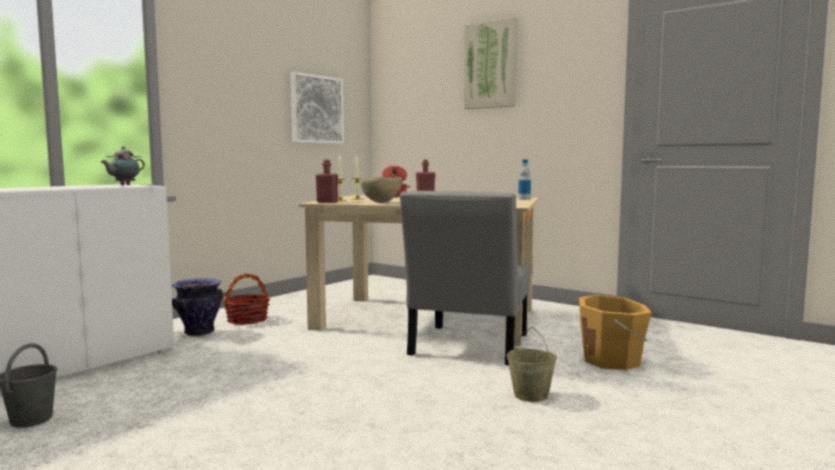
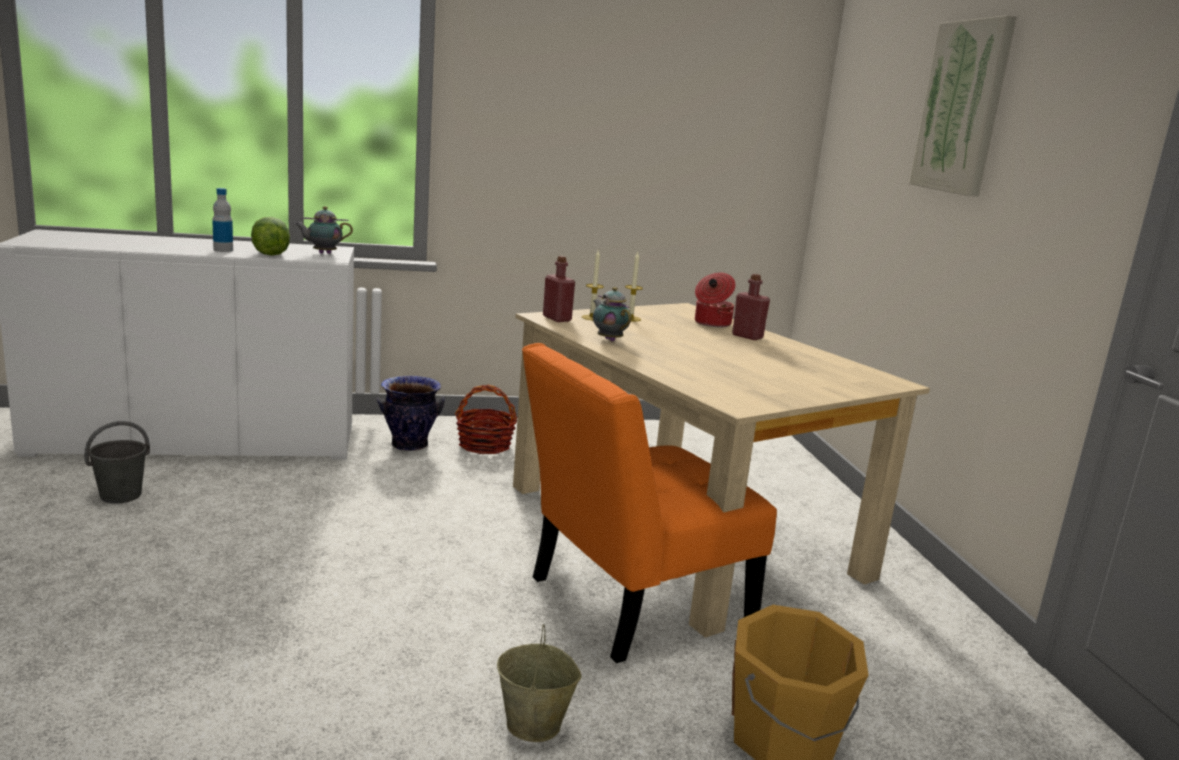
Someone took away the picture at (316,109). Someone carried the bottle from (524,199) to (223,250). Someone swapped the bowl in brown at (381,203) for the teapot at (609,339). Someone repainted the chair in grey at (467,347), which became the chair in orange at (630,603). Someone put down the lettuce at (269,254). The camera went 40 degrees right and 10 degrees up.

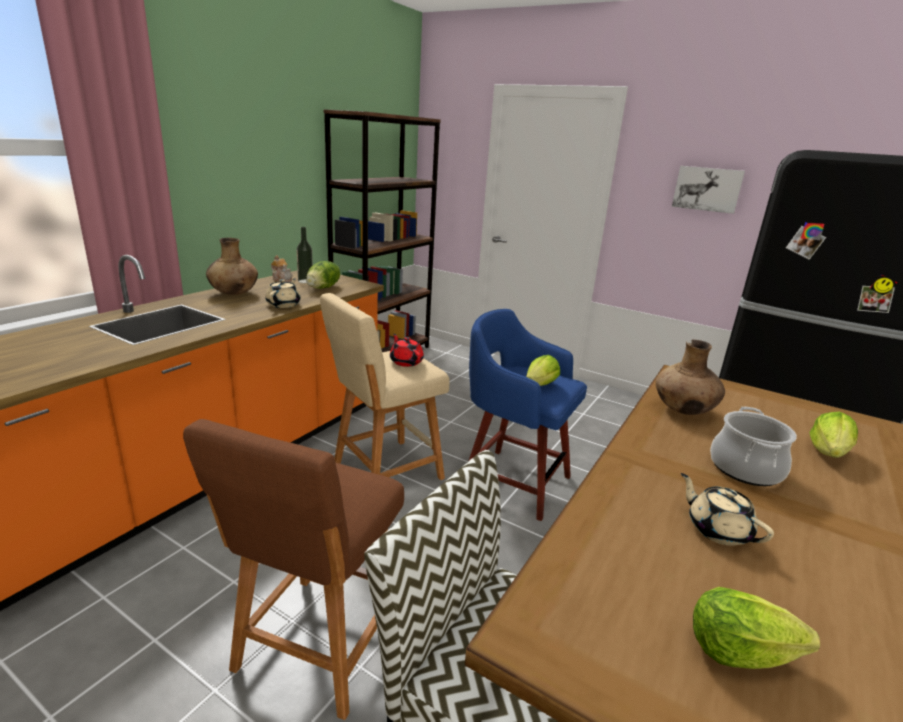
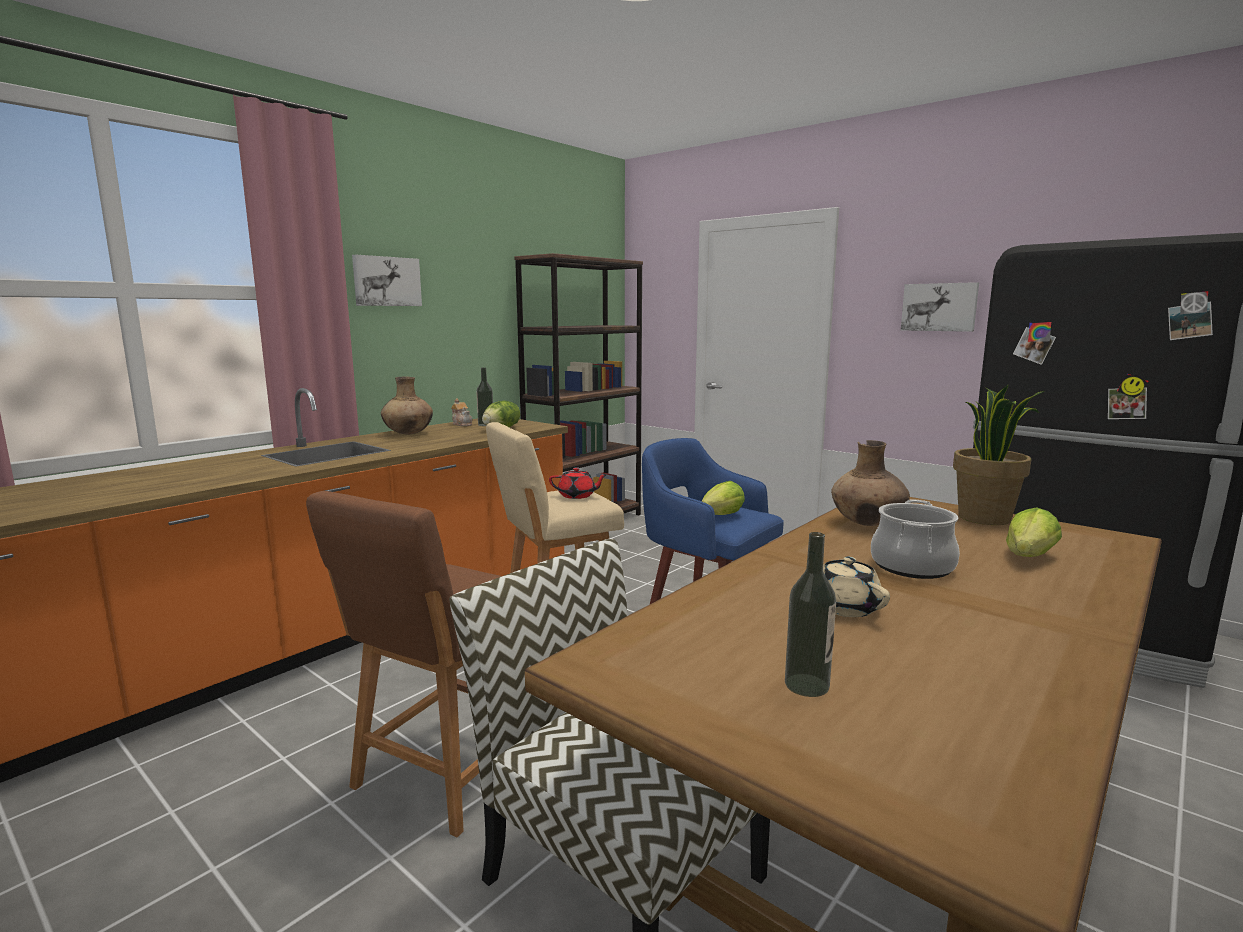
Someone took away the teapot in beige at (284,304). Someone rotated the teapot in red at (406,361) by 120 degrees clockwise. Someone swapped the lettuce at (737,652) for the bottle at (806,685). Someone put up the picture at (386,281). Someone put down the potted plant at (985,518). The camera went 10 degrees right and 10 degrees down.

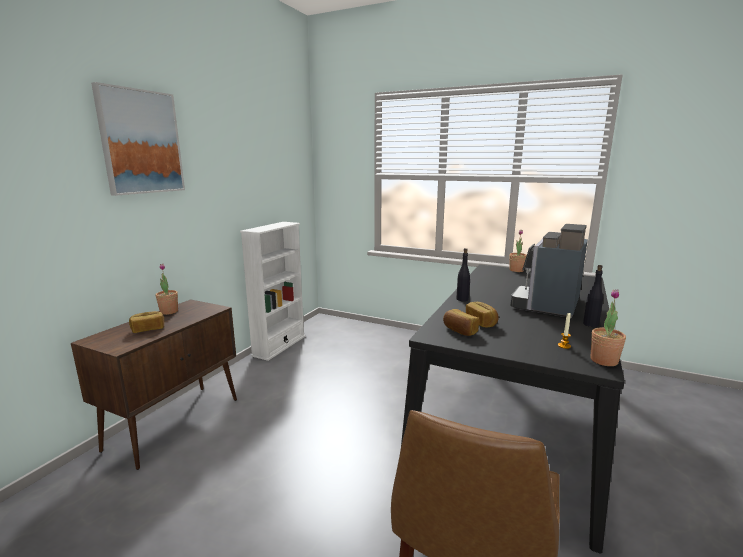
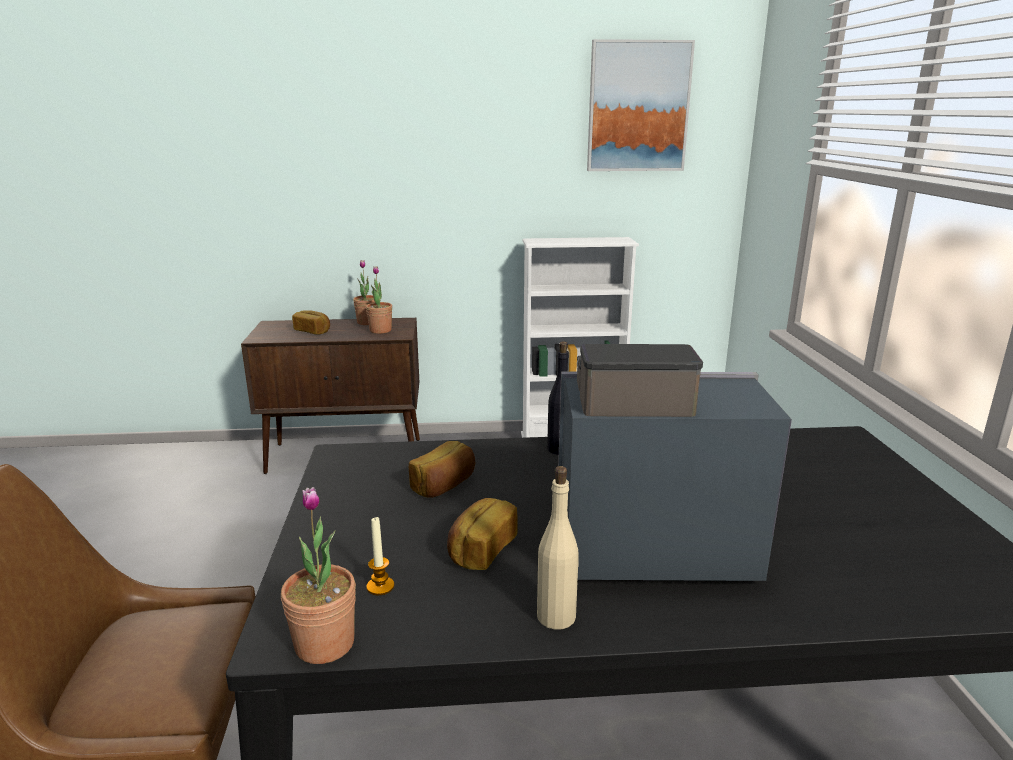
Someone carried the picture from (141,142) to (638,107). Someone carried the potted plant from (516,270) to (380,330). Someone repainted the bottle in black at (590,324), which became the bottle in beige at (556,616). Someone carried the bread from (459,331) to (481,550). The camera went 60 degrees right and 5 degrees up.

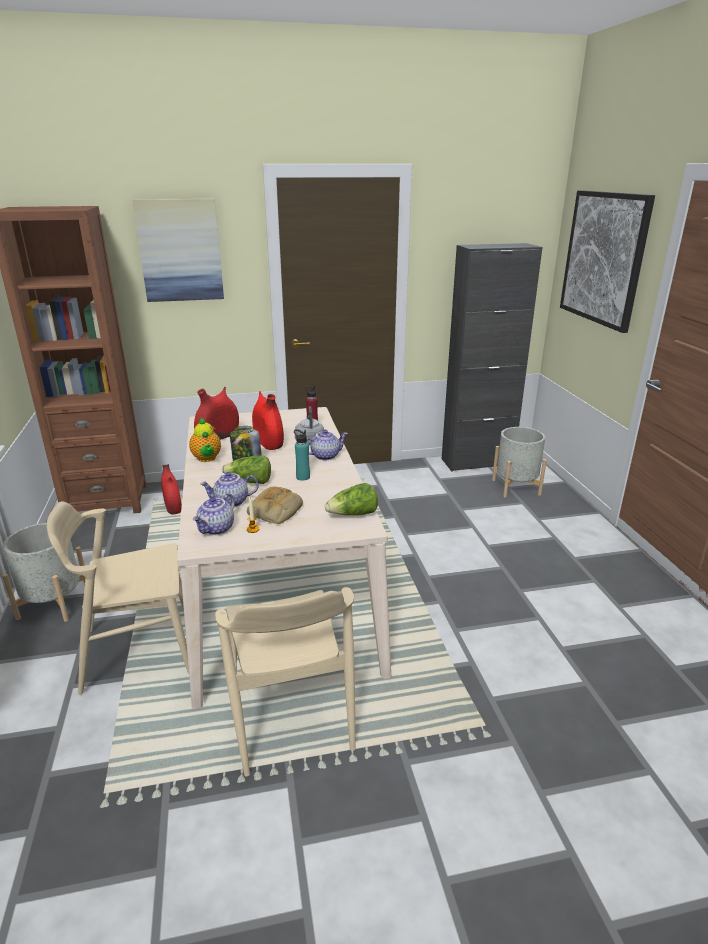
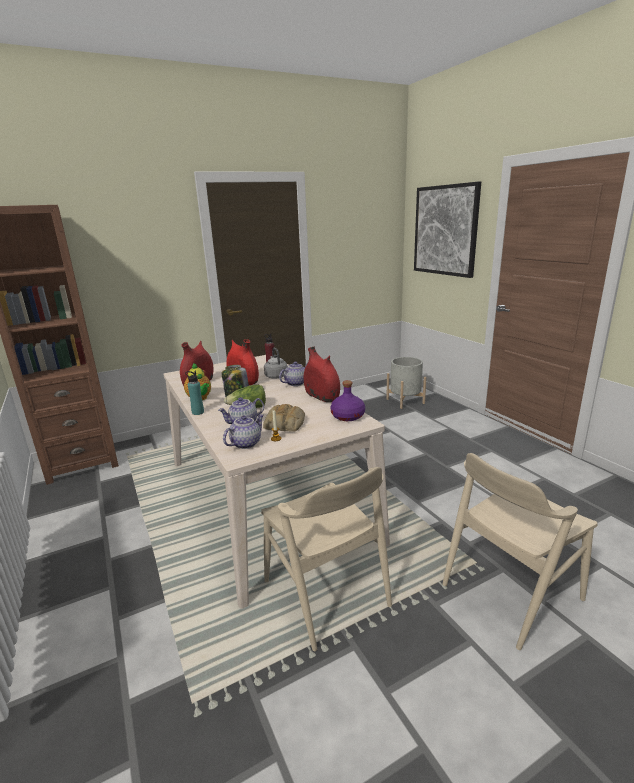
Someone took away the picture at (180,250). Someone took away the cabinet in black at (477,462). Someone carried the bottle in turquoise from (303,477) to (198,412). Someone carried the vase in red from (173,507) to (321,397). Someone swapped the lettuce at (353,515) for the bottle in purple at (348,416). Someone rotated the teapot at (217,529) by 150 degrees counterclockwise. Someone carried the chair in beige from (137,650) to (510,592). Someone took away the planter in grey at (54,603). The camera went 15 degrees left and 5 degrees down.

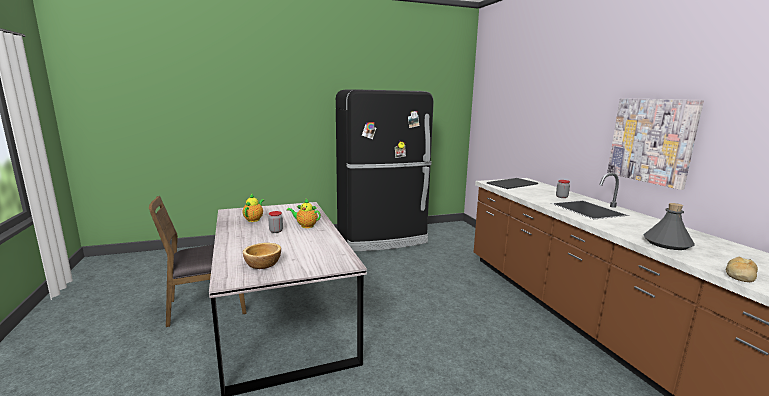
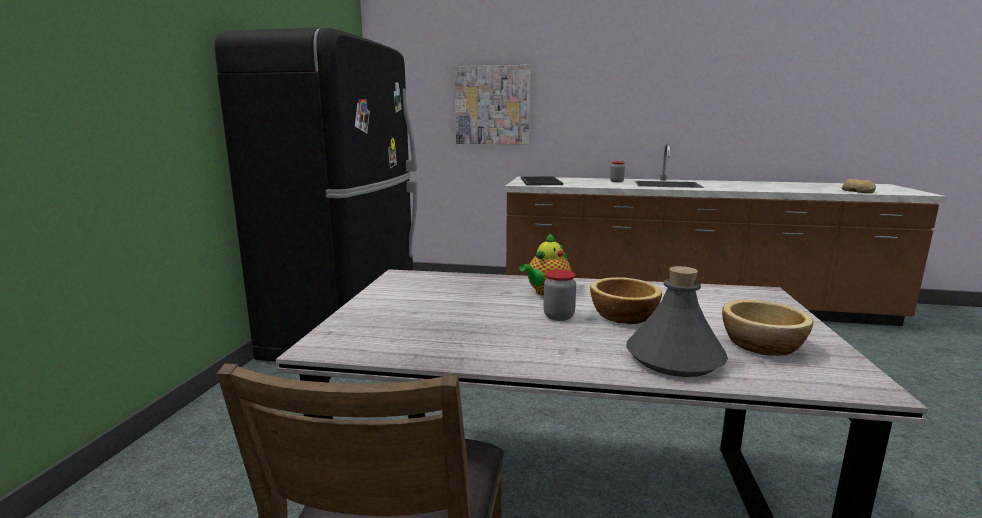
Someone carried the picture from (651,140) to (492,105). Someone took away the teapot at (254,219). Someone carried the bottle in grey from (667,243) to (674,359). Someone put down the bowl at (622,316). The camera went 60 degrees left and 0 degrees up.

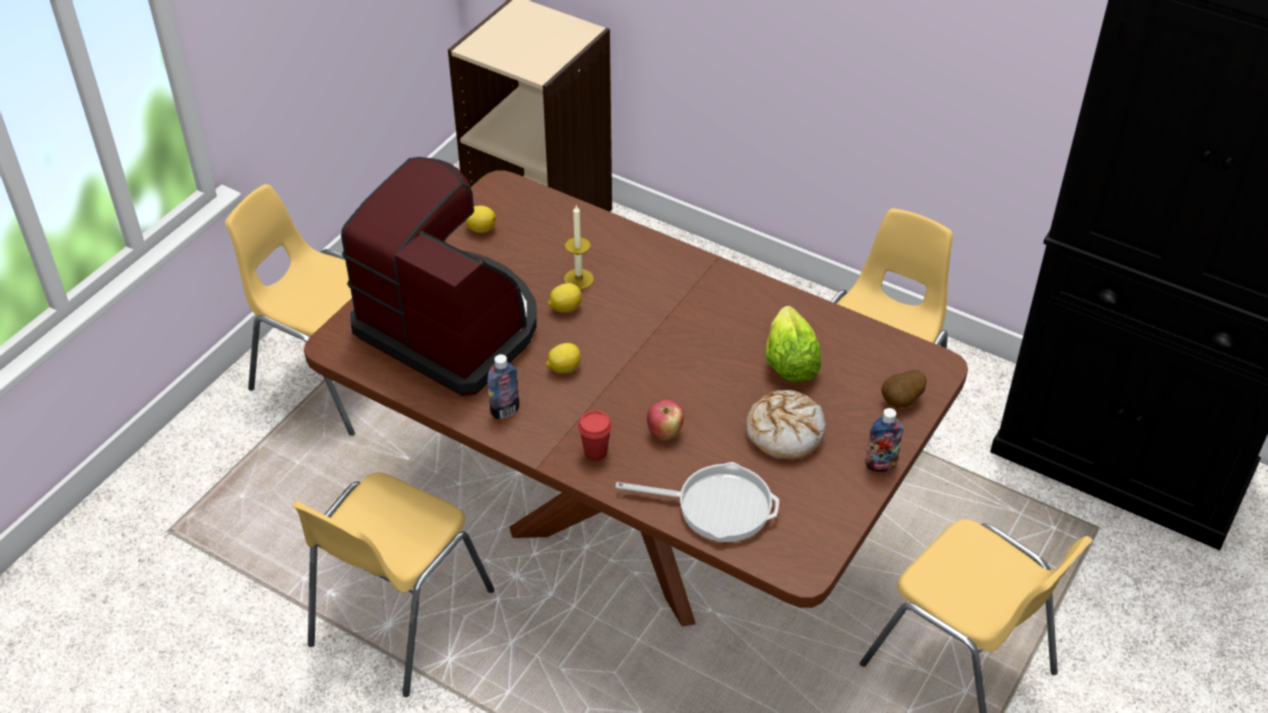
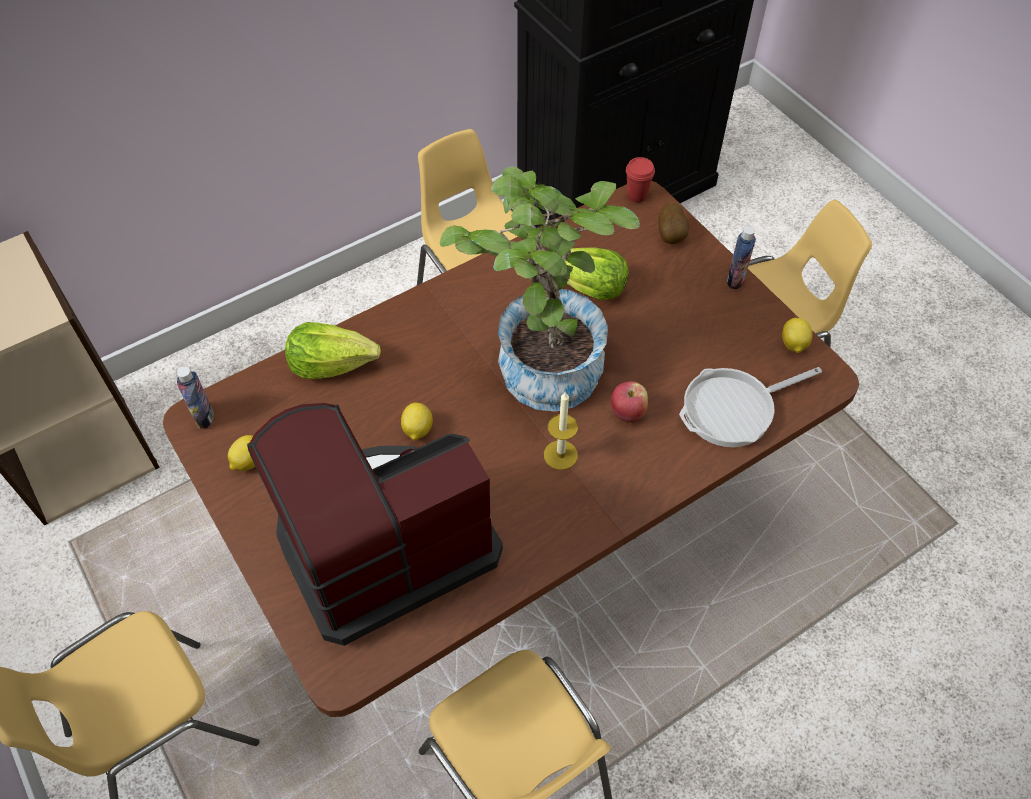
Someone carried the candle from (578,279) to (560,455). Someone carried the lemon from (563,368) to (793,344). Someone carried the bottle from (505,411) to (204,417). Someone took away the bread at (784,432). Someone carried the cup in red from (595,452) to (636,195). Someone rotated the frying pan at (717,506) by 150 degrees counterclockwise. Someone put down the potted plant at (540,360). Someone put down the lettuce at (332,364). The camera went 65 degrees left and 10 degrees up.

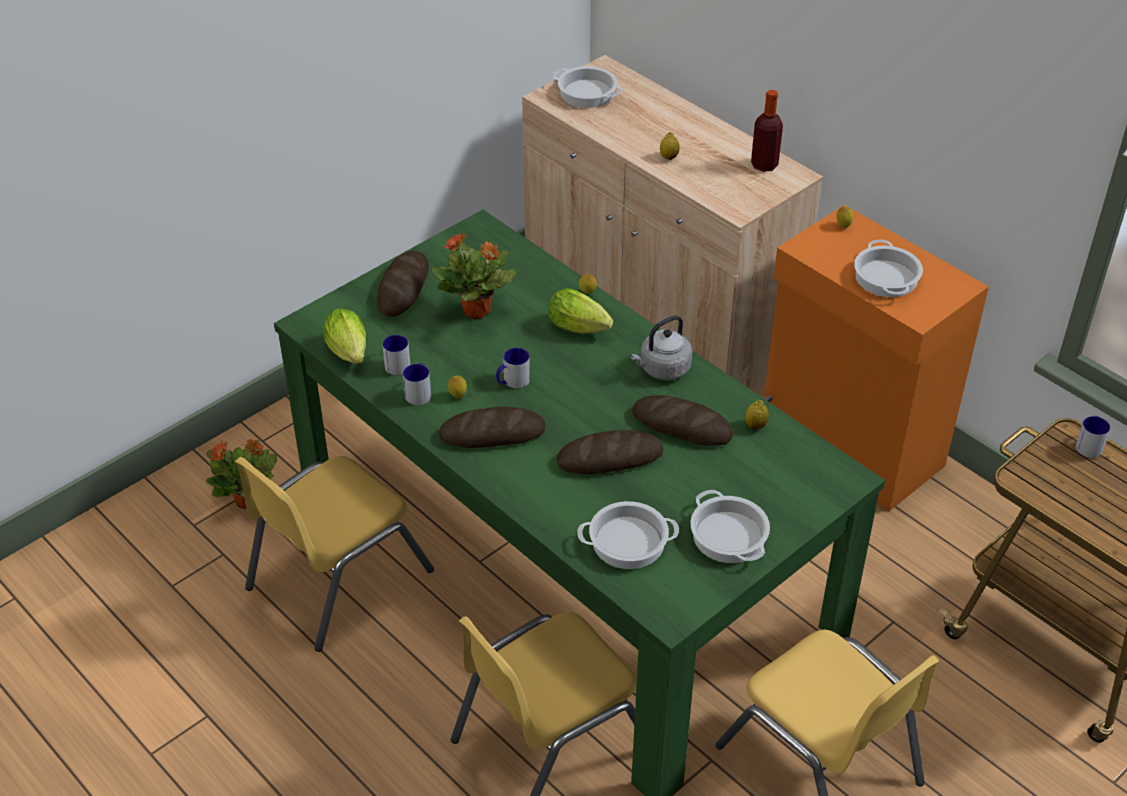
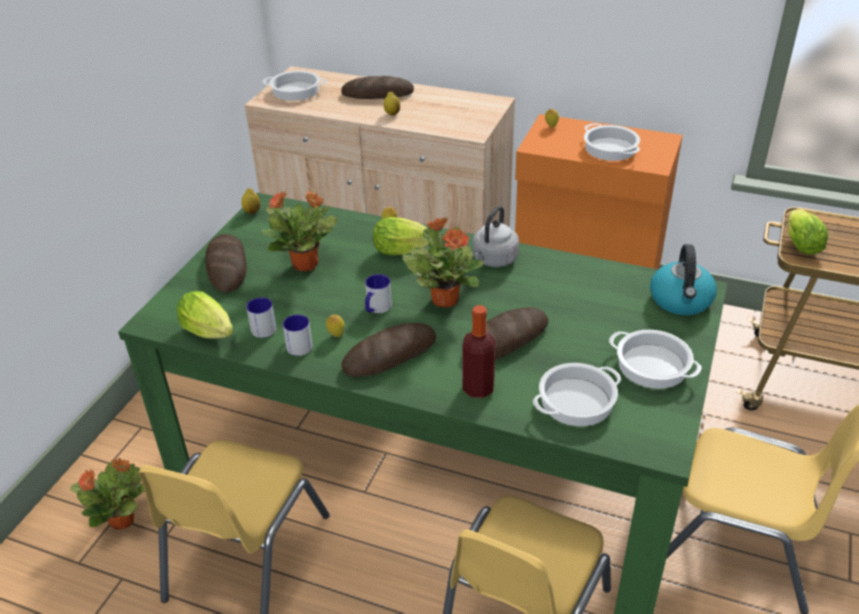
Someone carried the bottle from (764,165) to (478,388). Someone carried the bread from (682,426) to (377,93). Someone carried the lemon from (755,426) to (252,212). Someone took away the mug at (1089,444). Someone put down the lettuce at (799,244). Someone put down the potted plant at (444,299). Someone put down the kettle at (681,300). The camera went 25 degrees left and 5 degrees down.

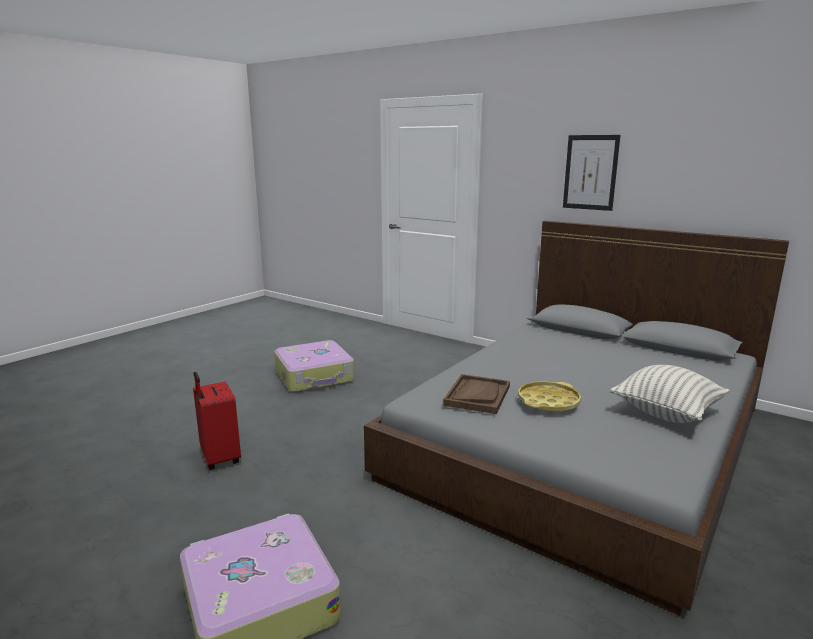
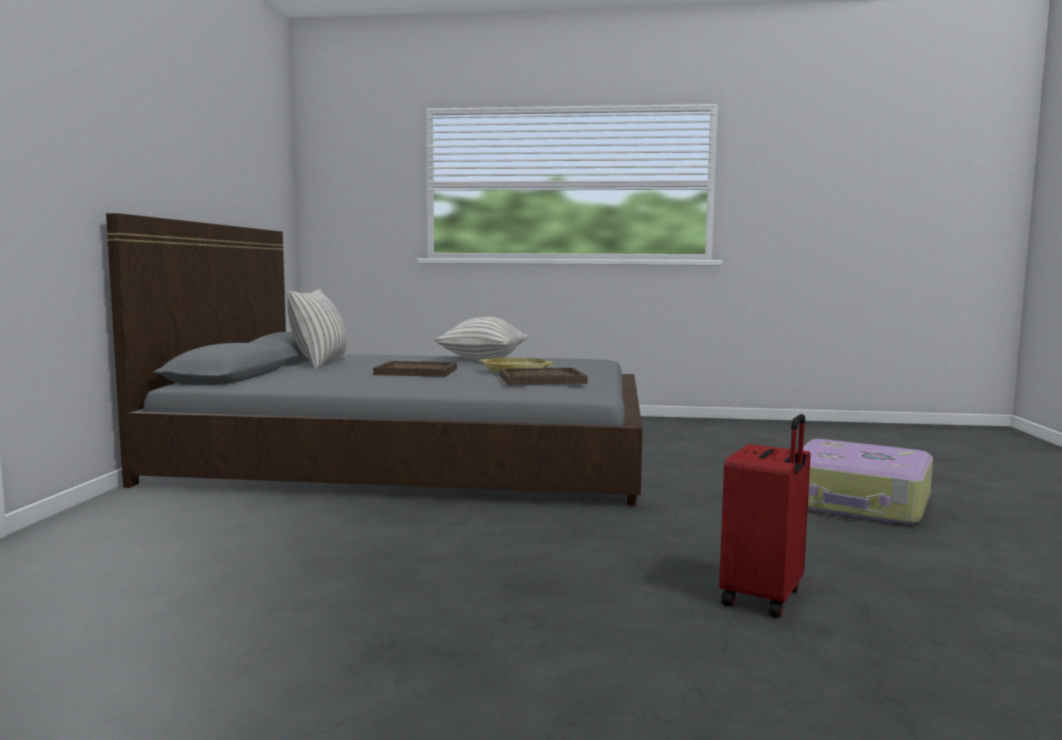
Someone took away the picture at (590,172). Someone took away the suitcase at (315,377). Someone put down the pillow at (320,363). Someone put down the tray in brown at (416,372). The camera went 120 degrees left and 10 degrees down.

